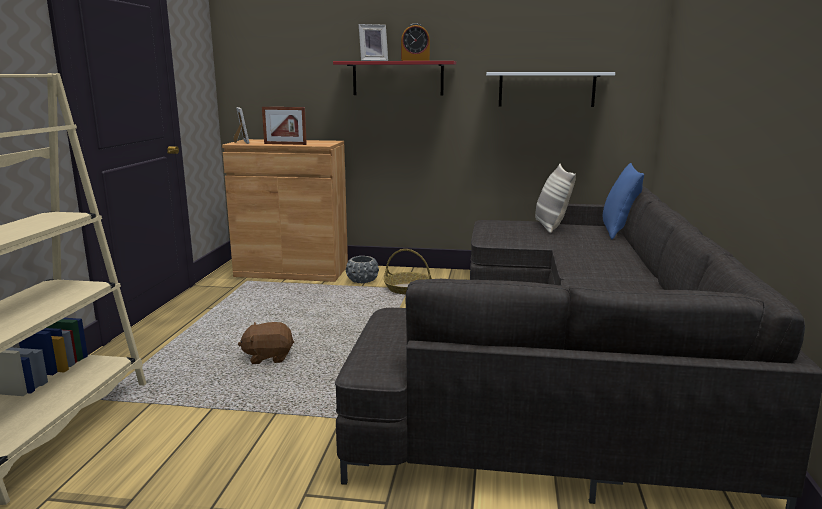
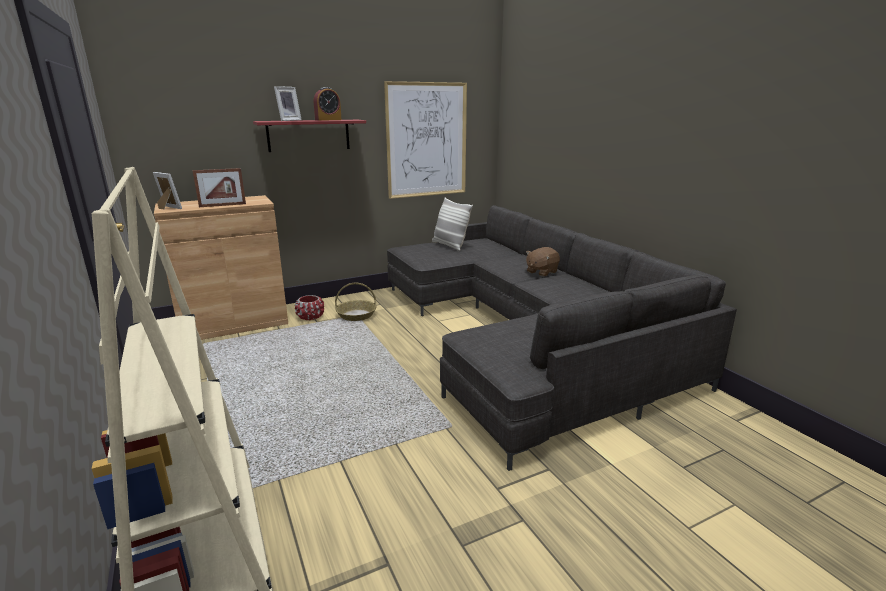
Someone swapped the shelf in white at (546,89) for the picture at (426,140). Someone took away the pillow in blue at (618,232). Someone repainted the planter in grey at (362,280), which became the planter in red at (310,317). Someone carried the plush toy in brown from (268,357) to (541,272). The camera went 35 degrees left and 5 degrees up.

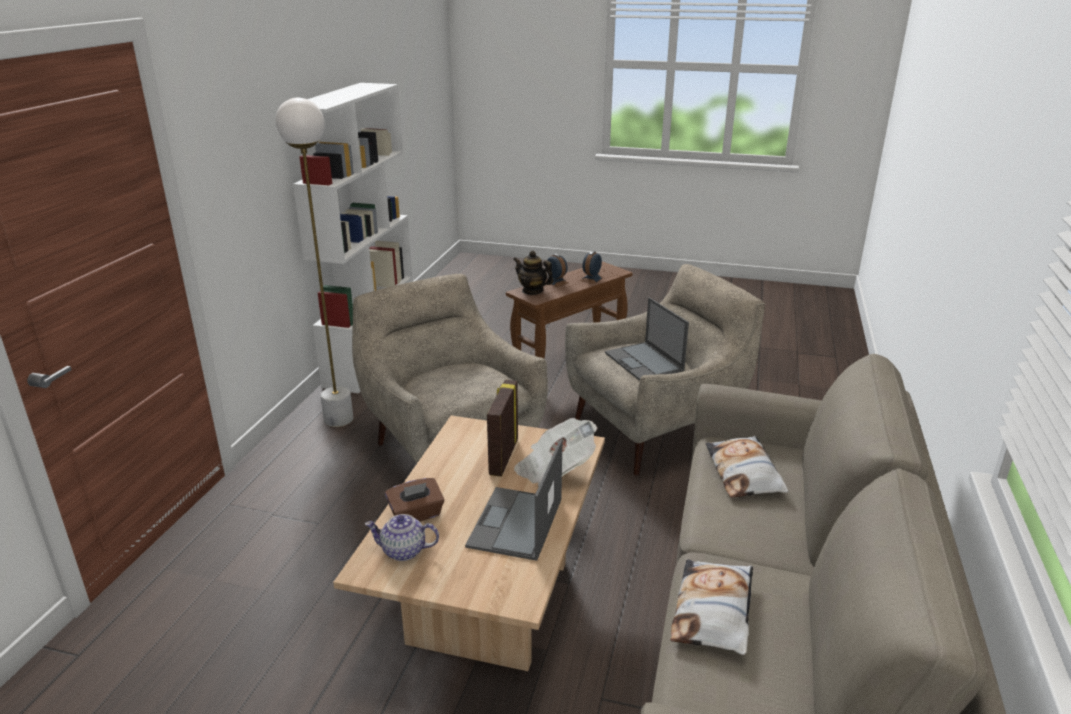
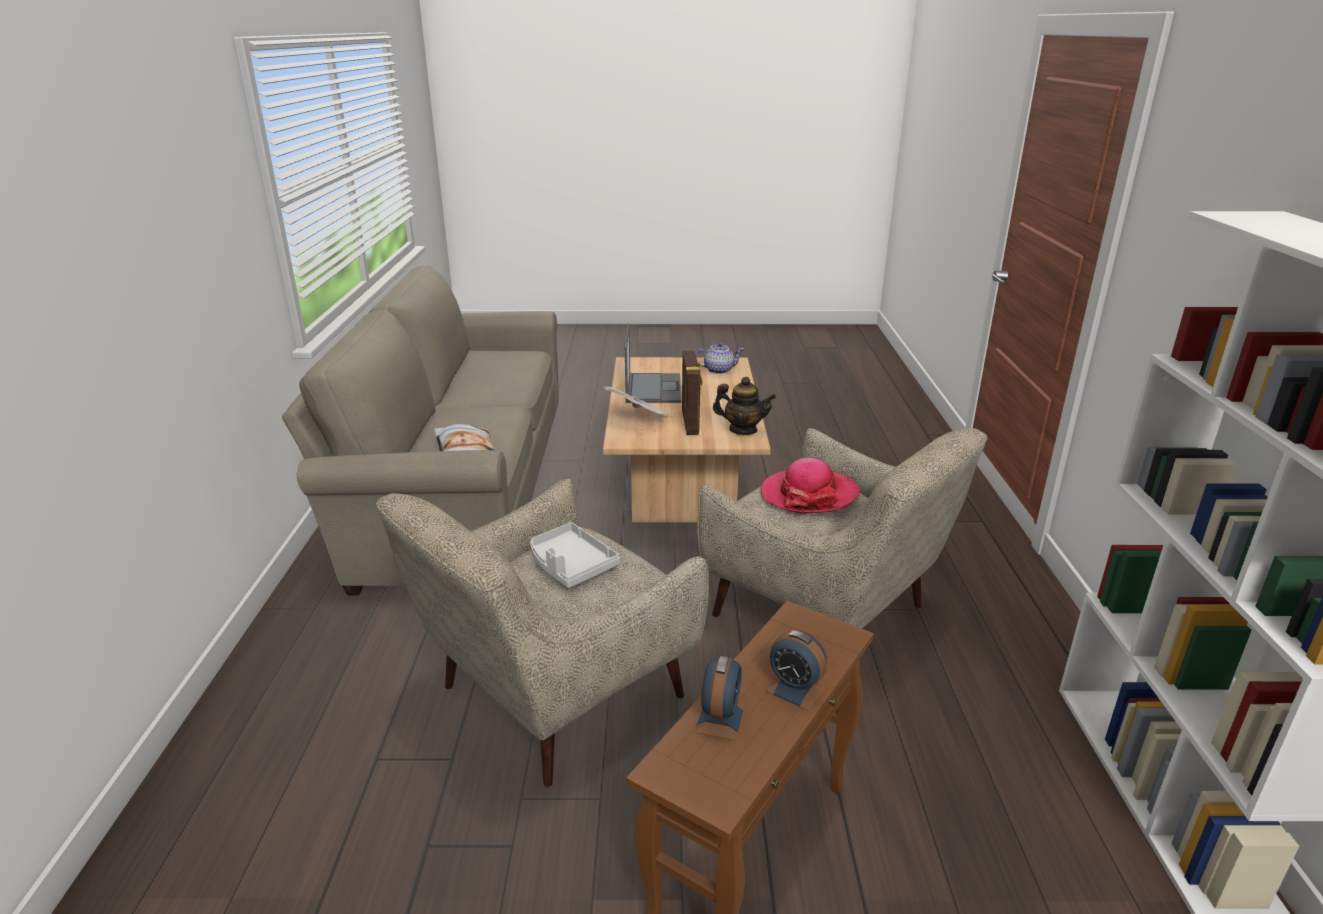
Someone took away the floor lamp in white at (338,419). Someone carried the teapot from (532,291) to (743,430). Someone swapped the laptop at (644,362) for the tray in grey at (570,565). Someone took away the tissue box in brown at (416,515). Someone took away the pillow at (714,612). Someone put down the hat at (809,495). The camera went 165 degrees right and 0 degrees up.

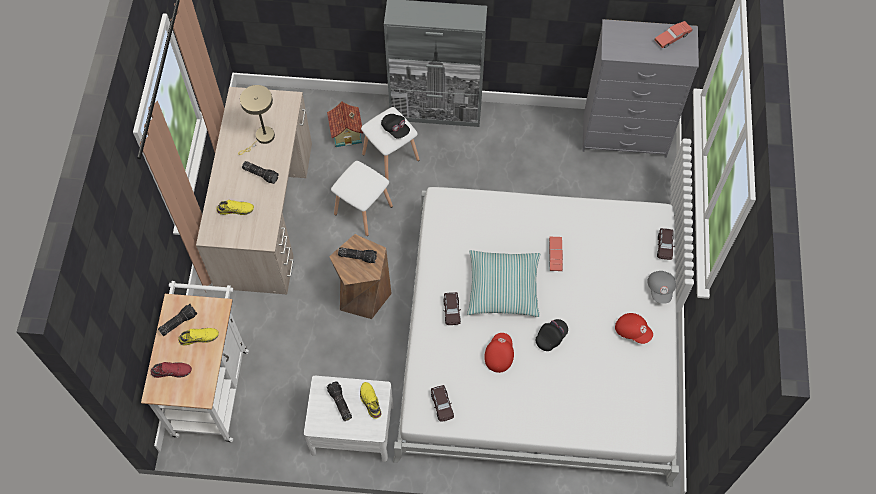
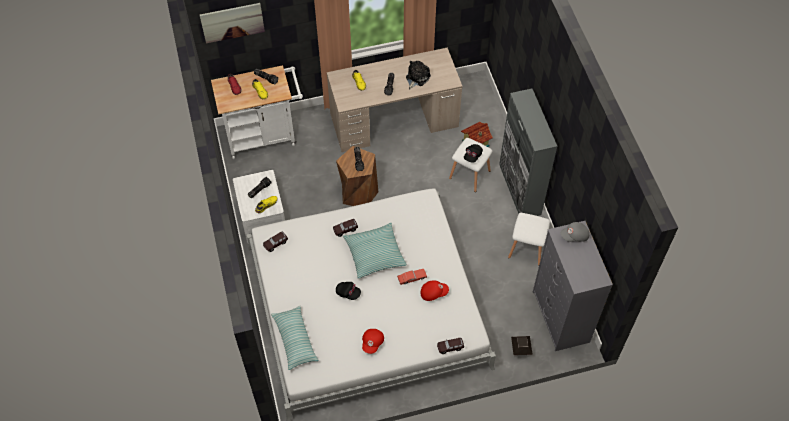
Someone took away the toy car in red at (672,37). Someone swapped the table lamp in beige at (262,138) for the plush toy at (417,77). Someone carried the stool in white from (363,211) to (526,248). Someone carried the cap in grey from (660,289) to (575,236). Someone carried the cap in red from (498,355) to (433,292). Someone put up the picture at (232,22). Someone put down the pillow at (295,340). Someone put down the toy house at (520,350). The camera went 70 degrees right and 5 degrees down.

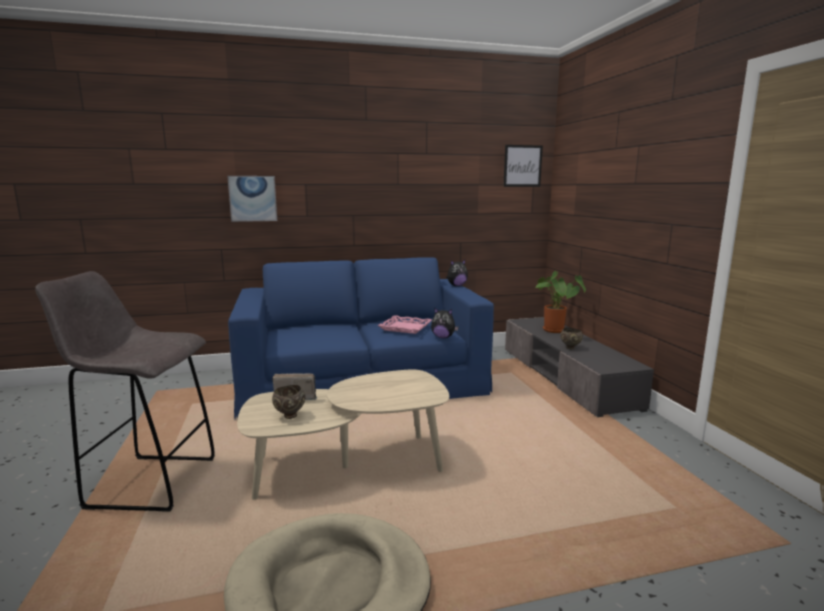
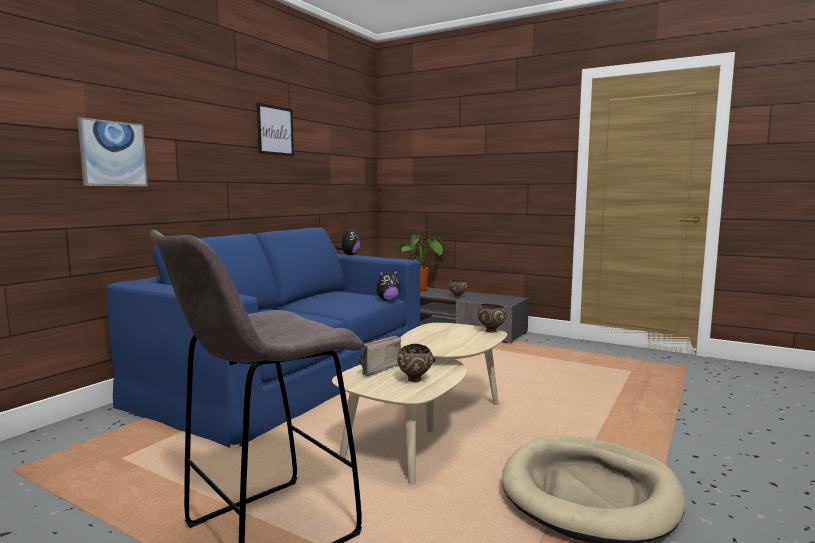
Someone carried the picture from (522,166) to (275,130). Someone took away the tray in pink at (405,328). Someone put down the bowl in brown at (492,331). The camera went 45 degrees left and 5 degrees down.

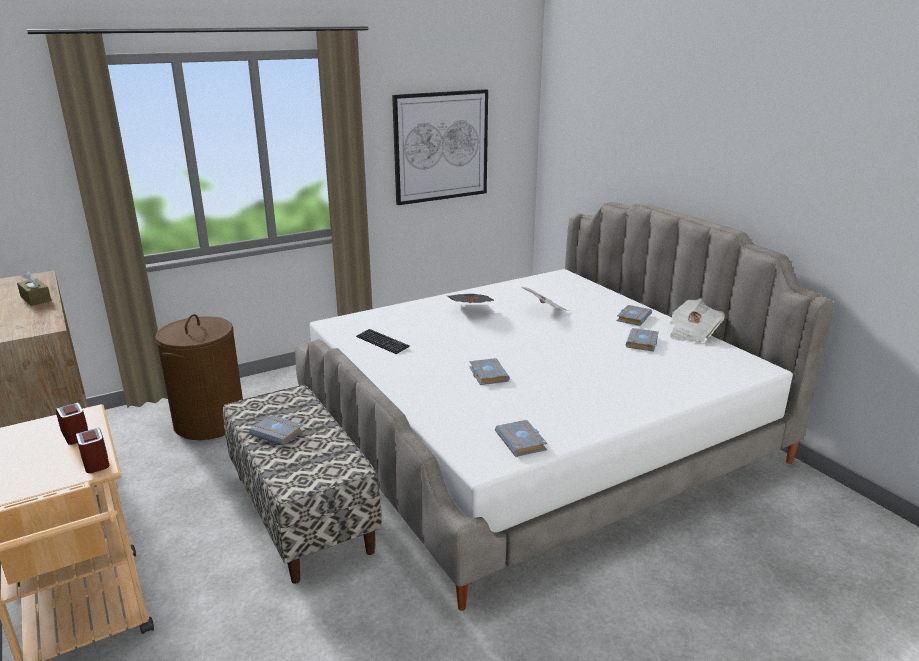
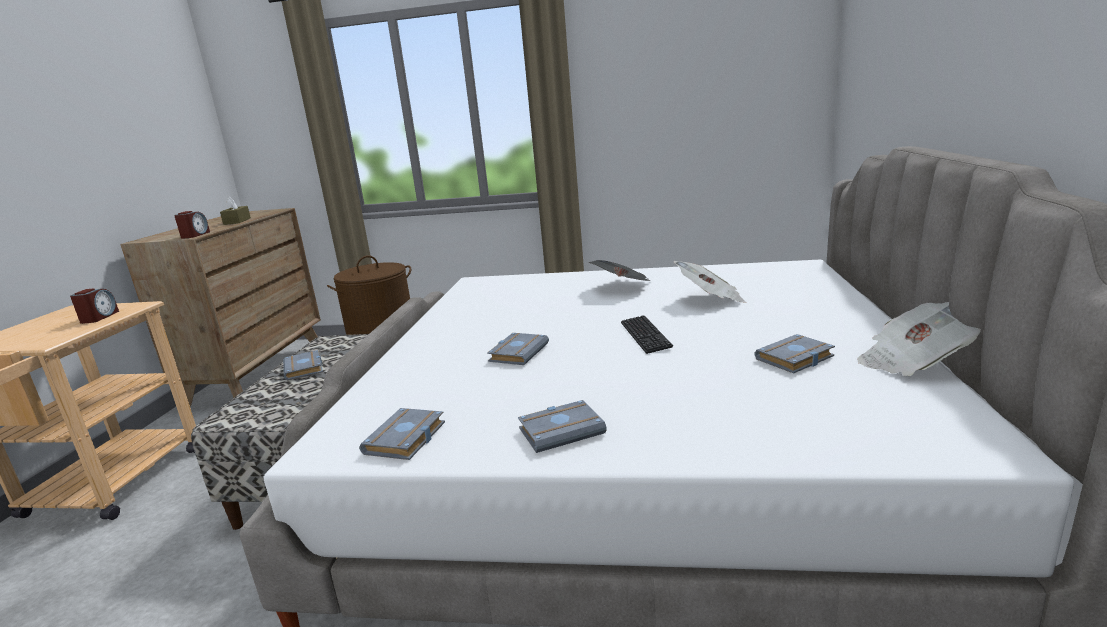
Someone took away the picture at (441,146). Someone carried the book in grey from (633,317) to (562,430). Someone carried the keyboard from (382,342) to (645,335). Someone carried the alarm clock from (95,461) to (195,235). The camera went 40 degrees right and 5 degrees down.

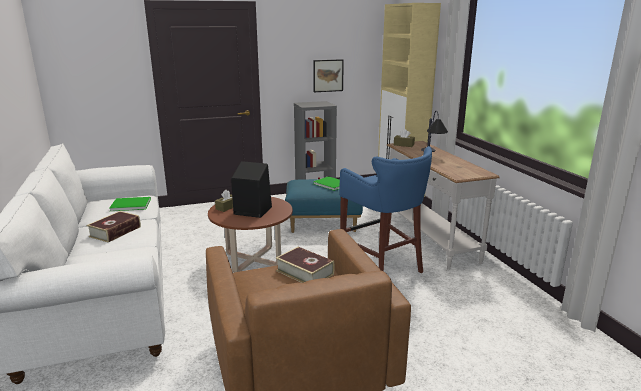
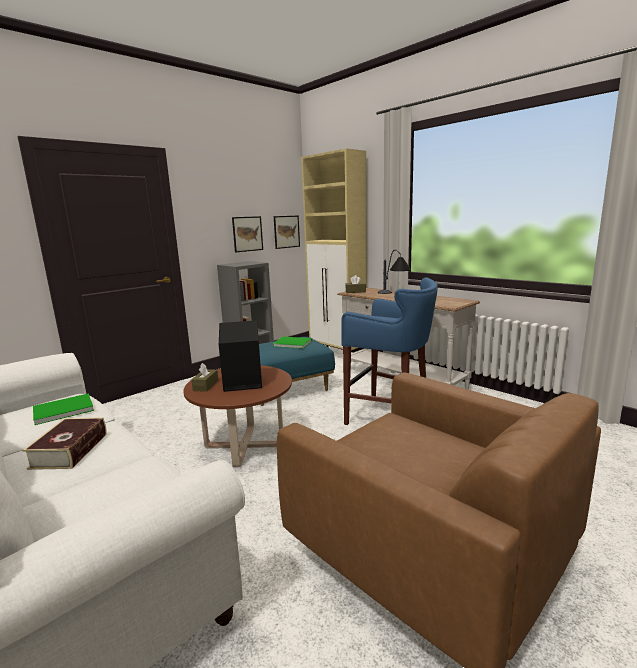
Someone took away the book at (305,272). Someone put up the picture at (286,231). The camera went 25 degrees left and 5 degrees down.

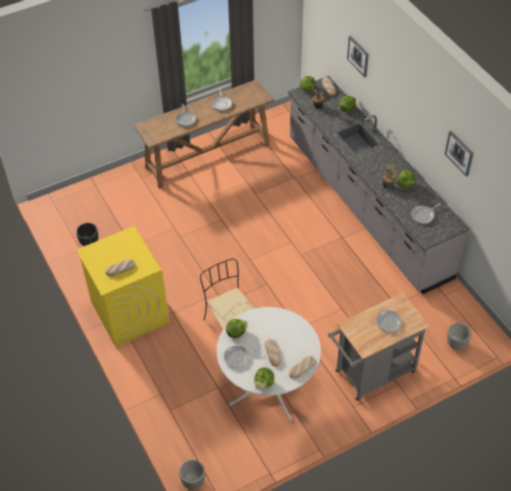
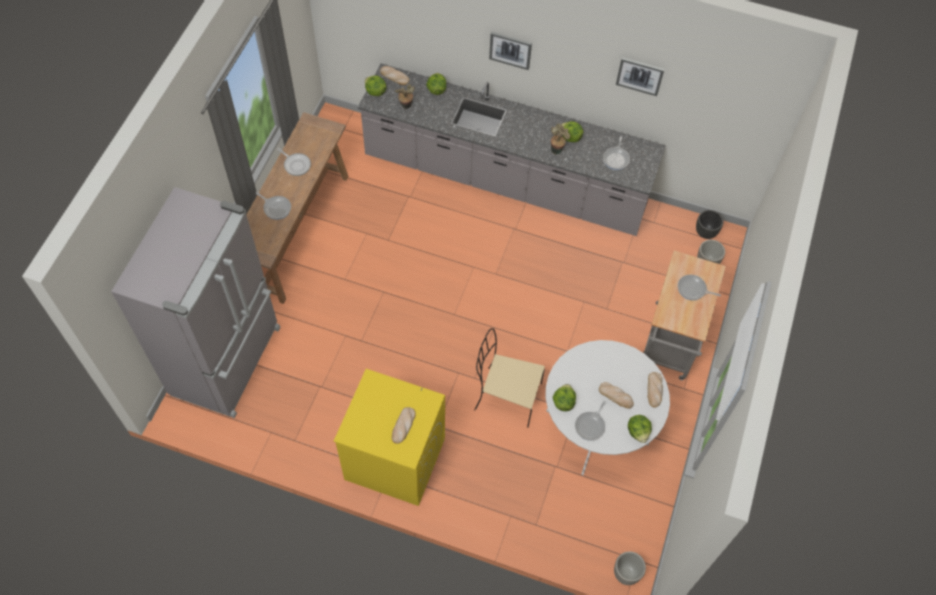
Someone carried the picture from (358,56) to (510,50). Someone carried the planter in black from (89,243) to (705,233). Someone put down the fridge in grey at (228,361). The camera went 45 degrees left and 10 degrees up.

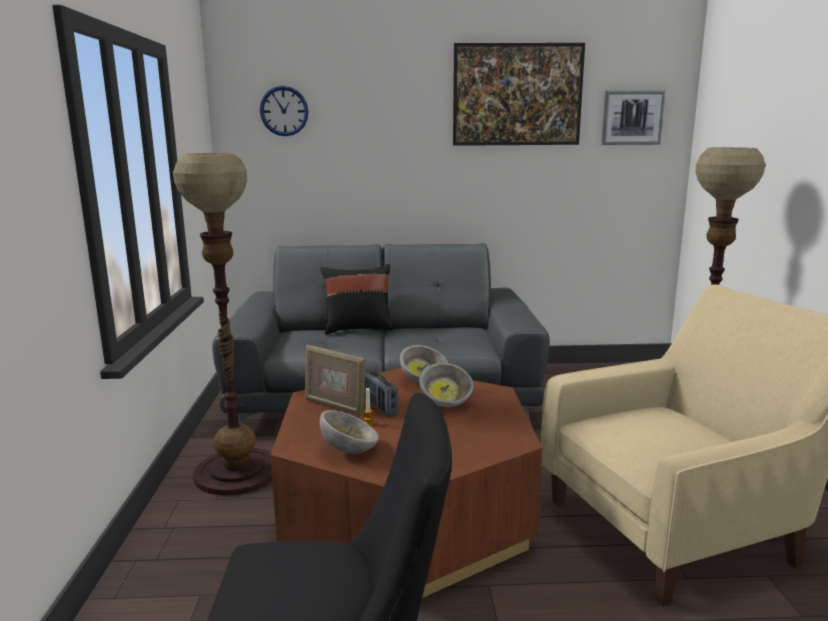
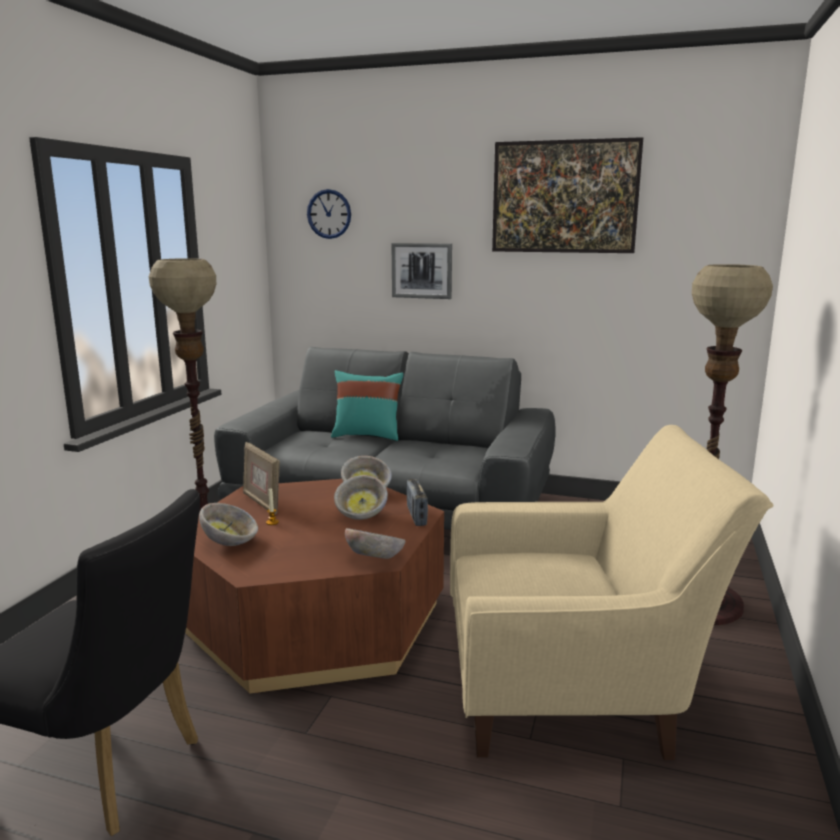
Someone carried the picture from (632,117) to (422,270). Someone repainted the pillow in black at (358,328), which became the pillow in turquoise at (367,435). Someone carried the radio from (380,407) to (416,516). Someone put down the bowl at (374,559). The camera went 20 degrees right and 0 degrees up.

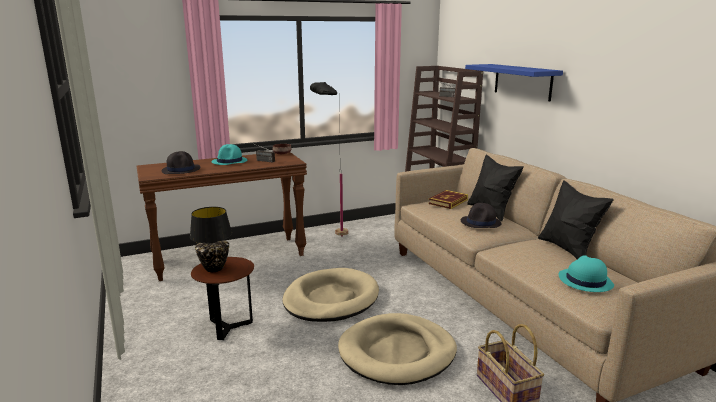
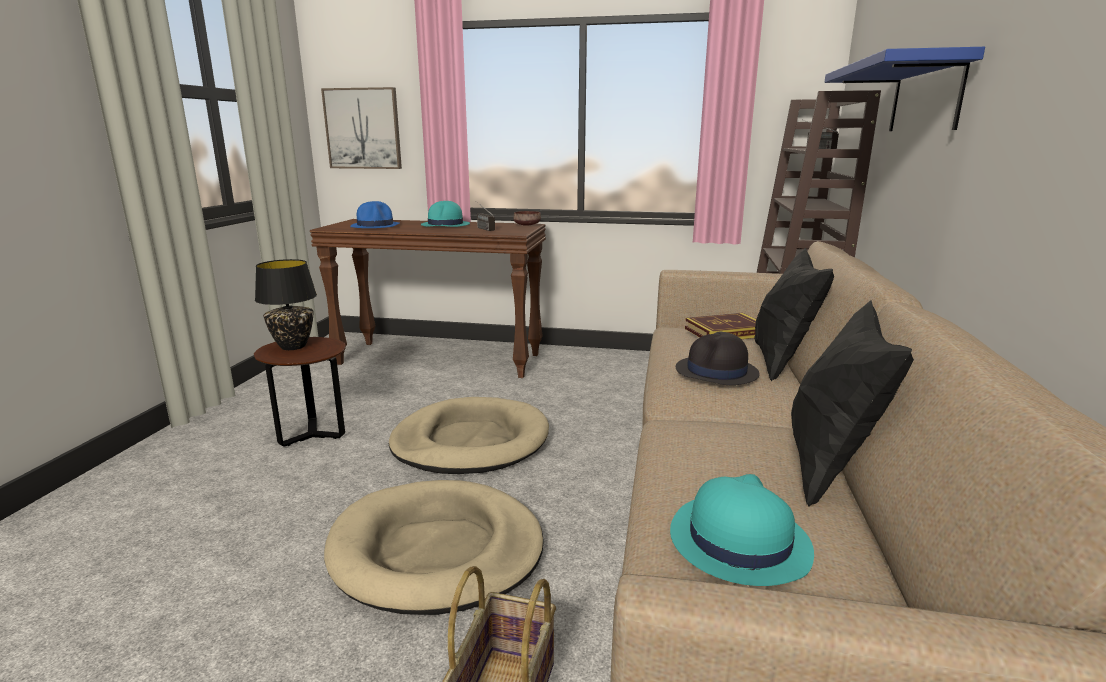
Someone took away the floor lamp in black at (331,235). Someone repainted the hat in black at (181,170), which became the hat in blue at (376,226). Someone put up the picture at (363,129). The camera went 35 degrees right and 0 degrees up.

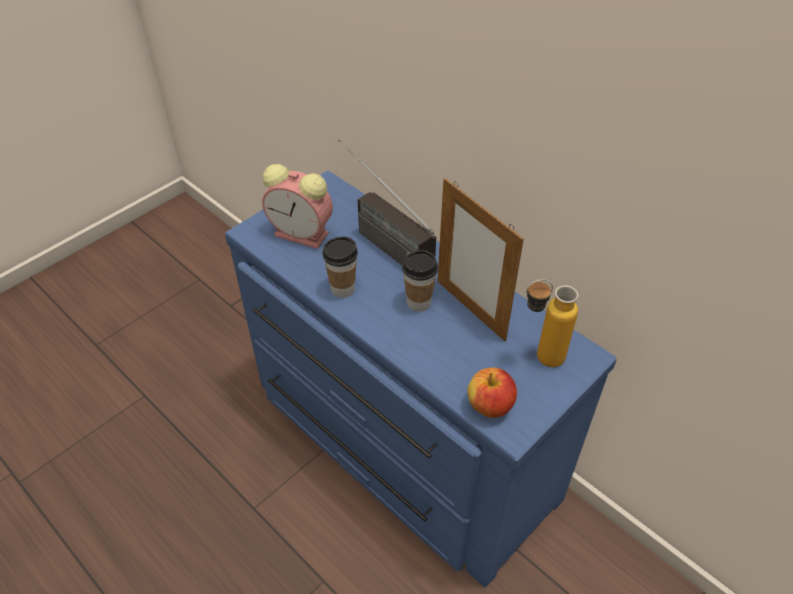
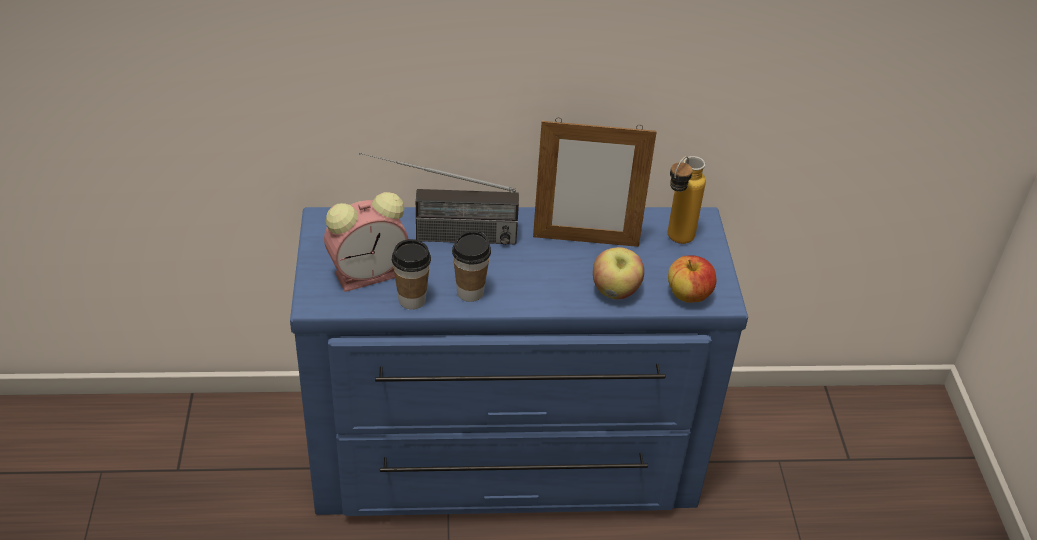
Someone carried the cup from (418,302) to (412,300). Someone put down the apple at (615,291). The camera went 50 degrees left and 5 degrees down.

